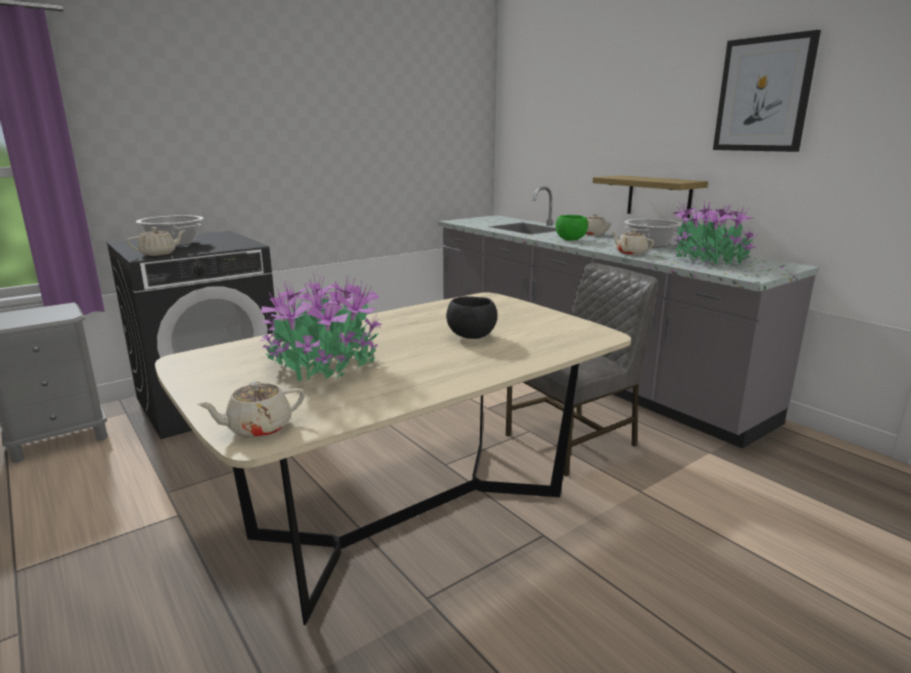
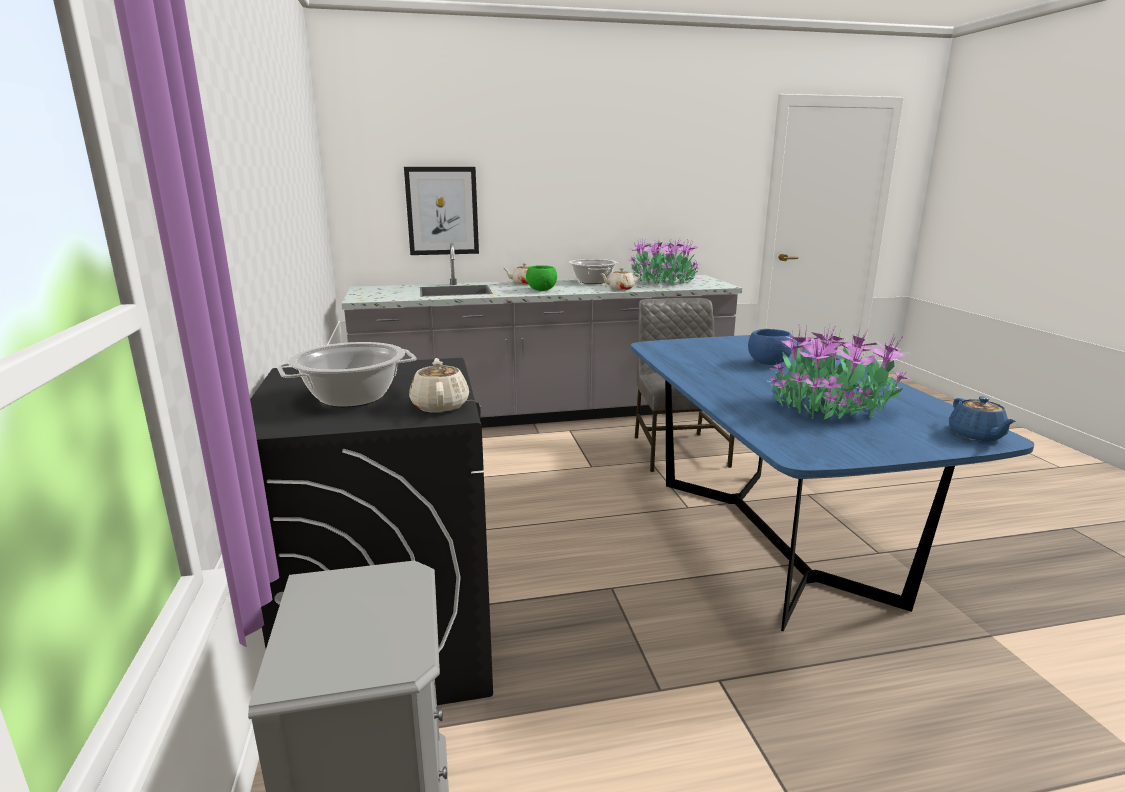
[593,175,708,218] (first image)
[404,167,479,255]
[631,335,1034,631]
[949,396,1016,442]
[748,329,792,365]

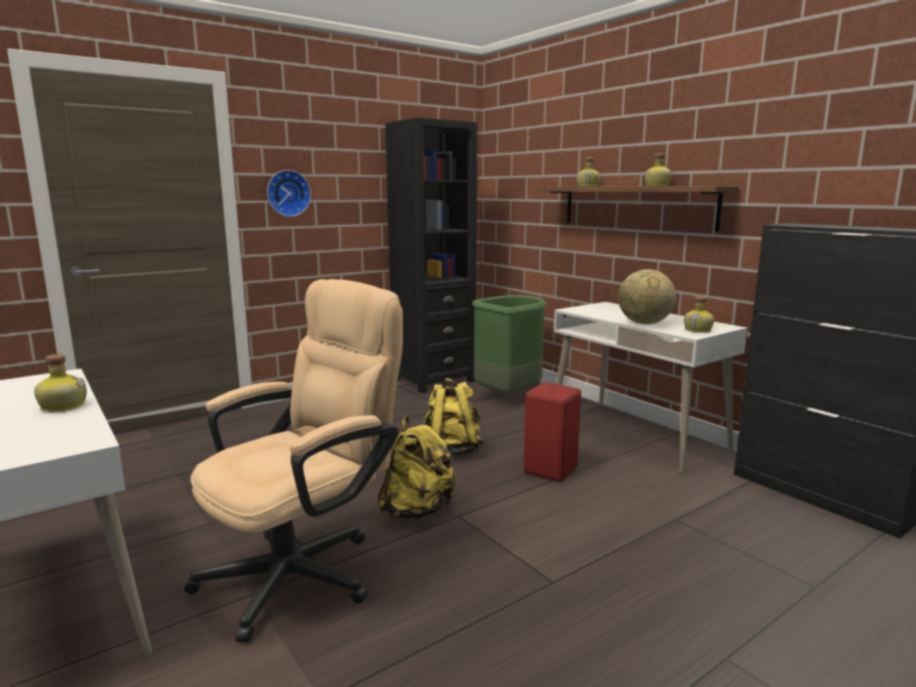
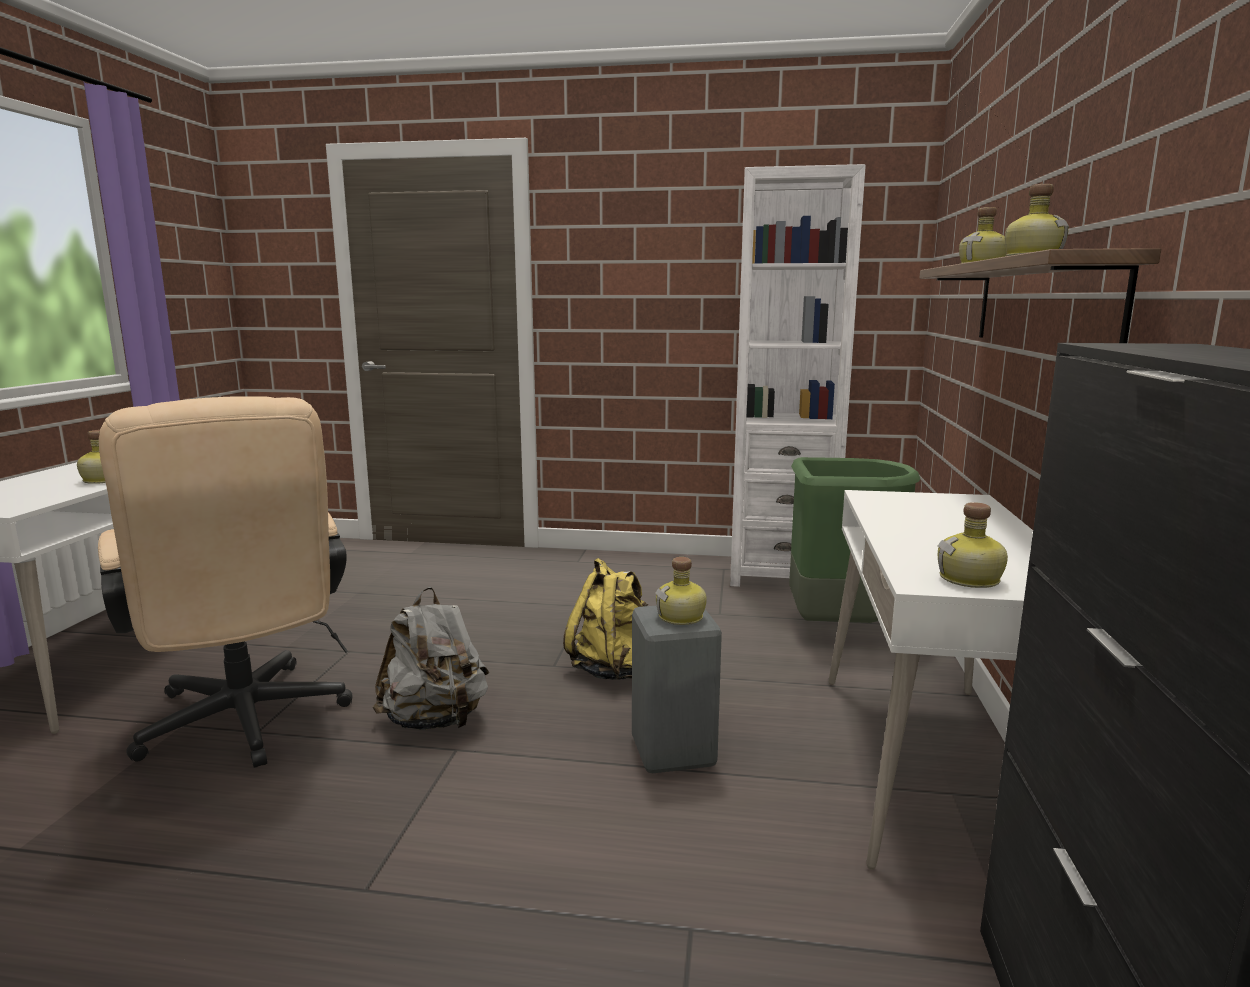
[267,170,311,217] (first image)
[618,269,676,324] (first image)
[655,557,707,625]
[373,587,489,730]
[730,164,866,587]
[632,606,722,773]
[98,396,353,768]

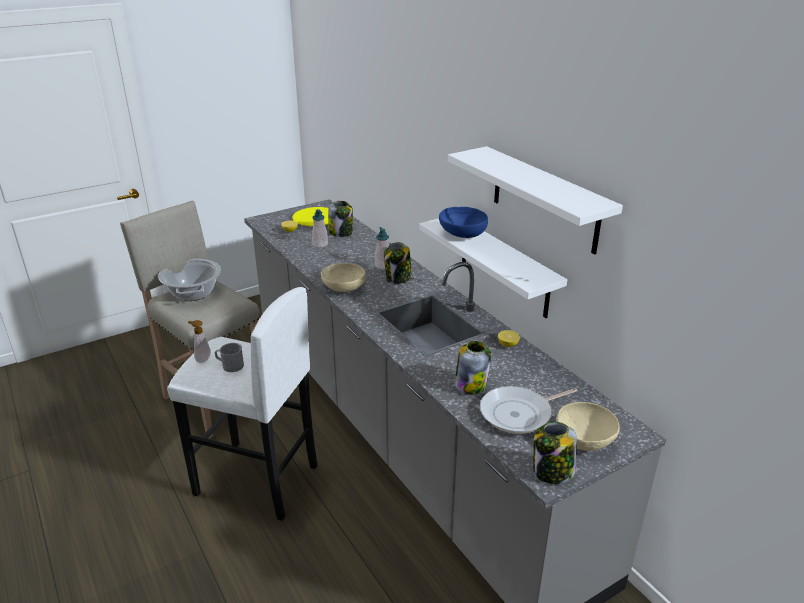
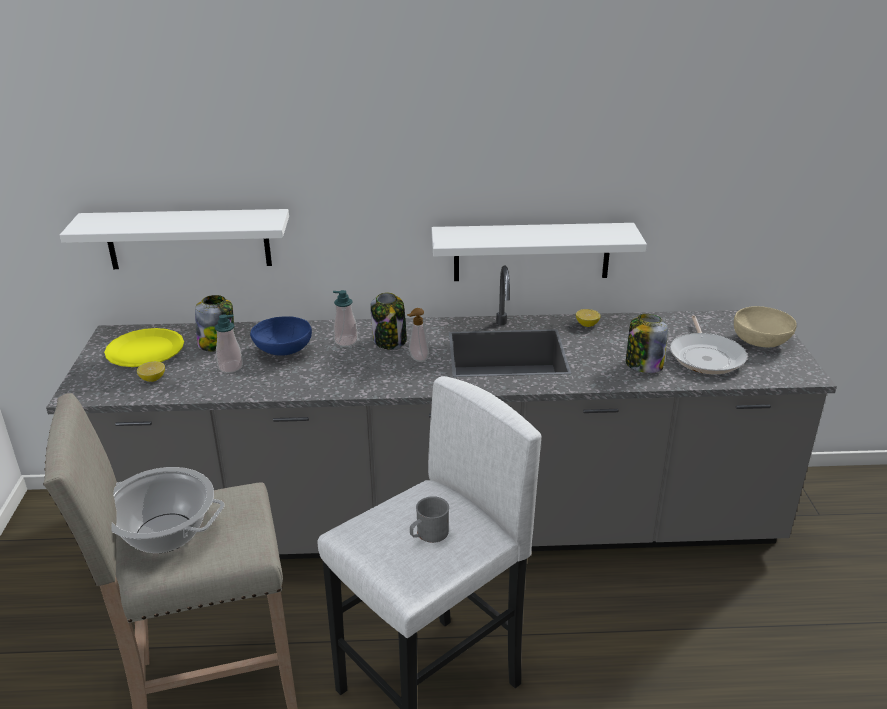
[321,263,366,292] (first image)
[533,422,577,484] (first image)
[407,308,429,362]
[250,316,312,356]
[60,209,289,269]

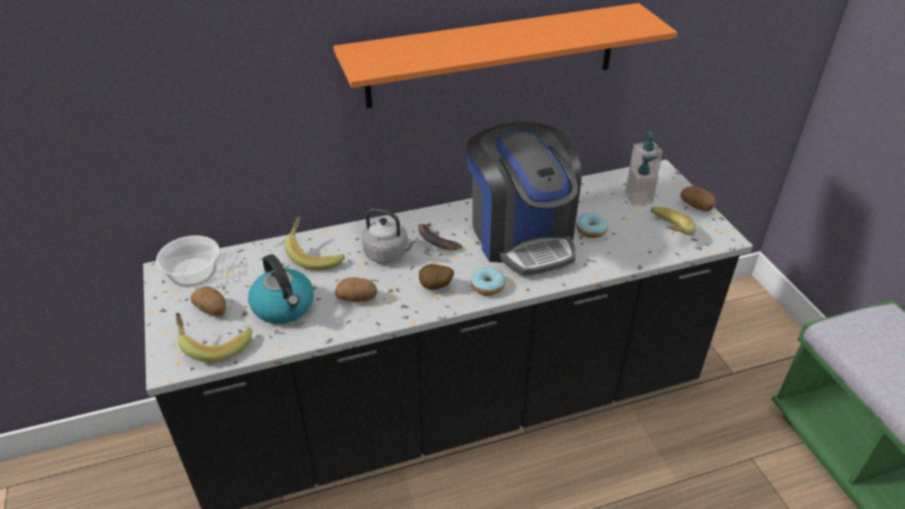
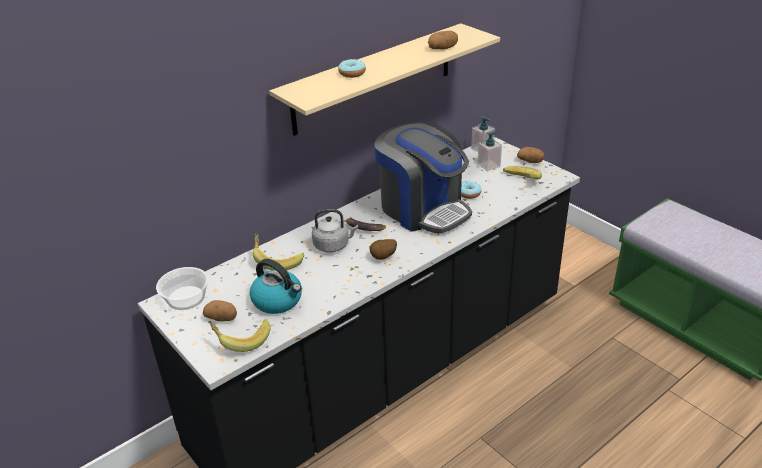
[428,31,458,50]
[338,59,366,78]
[269,23,500,136]

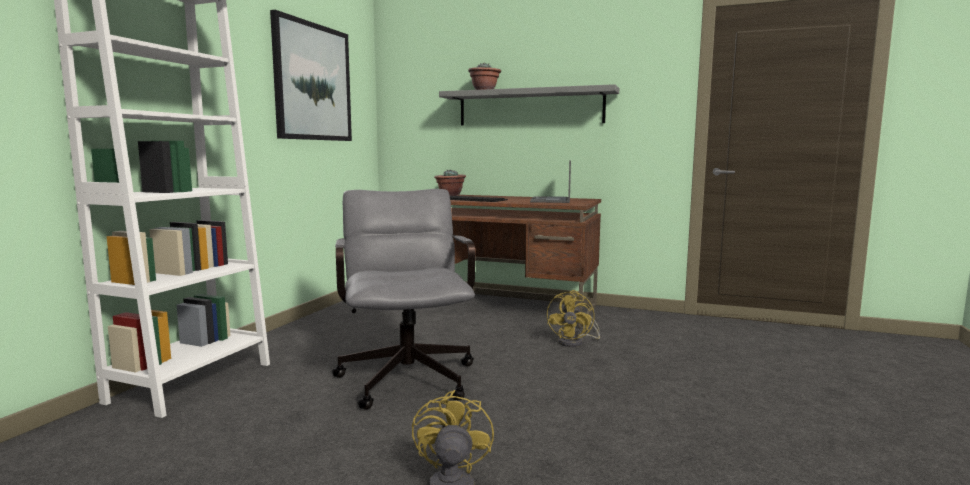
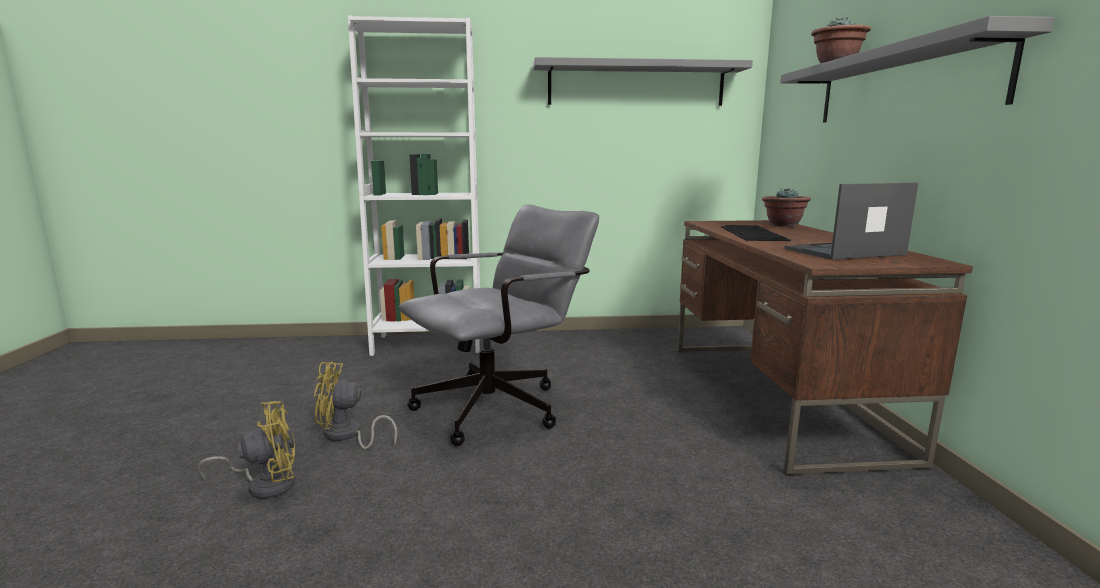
[314,362,397,449]
[533,57,753,106]

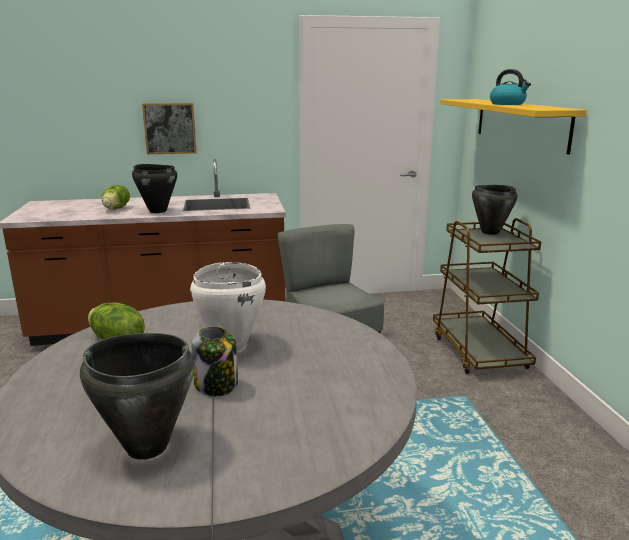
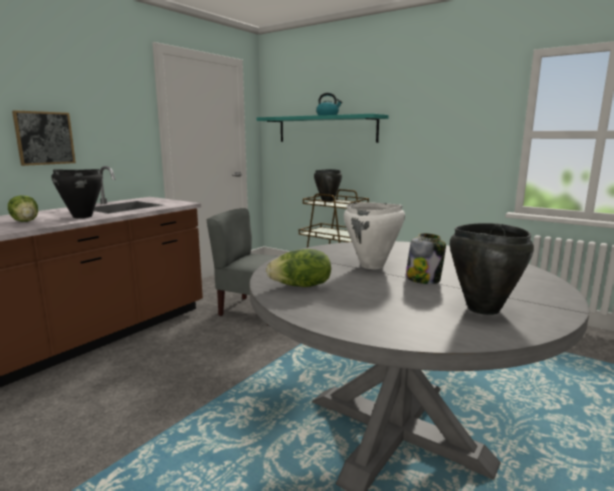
[256,114,389,143]

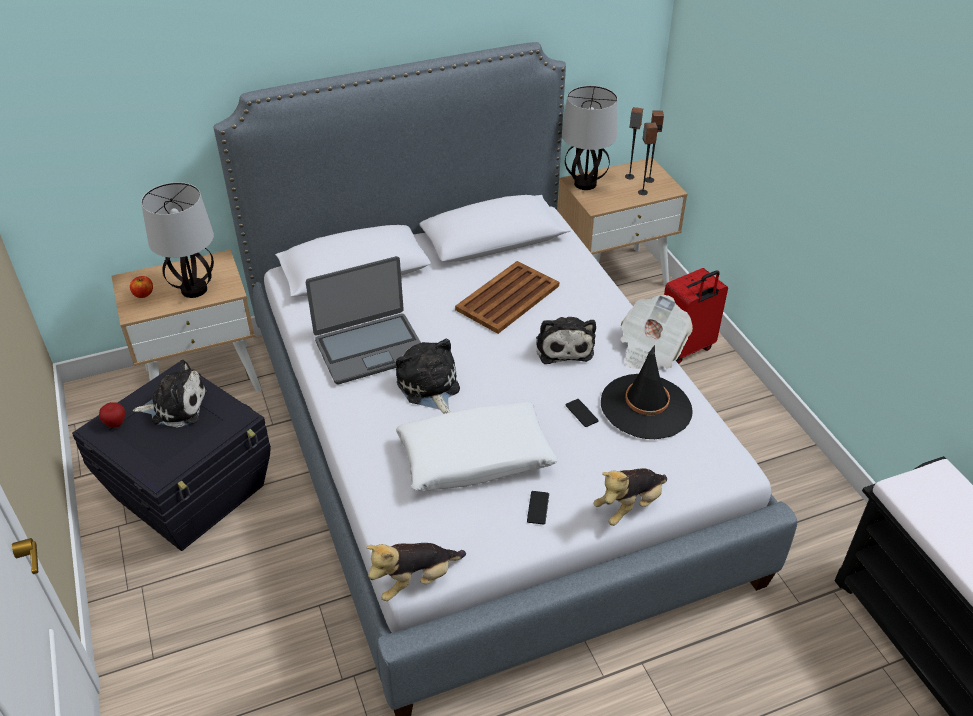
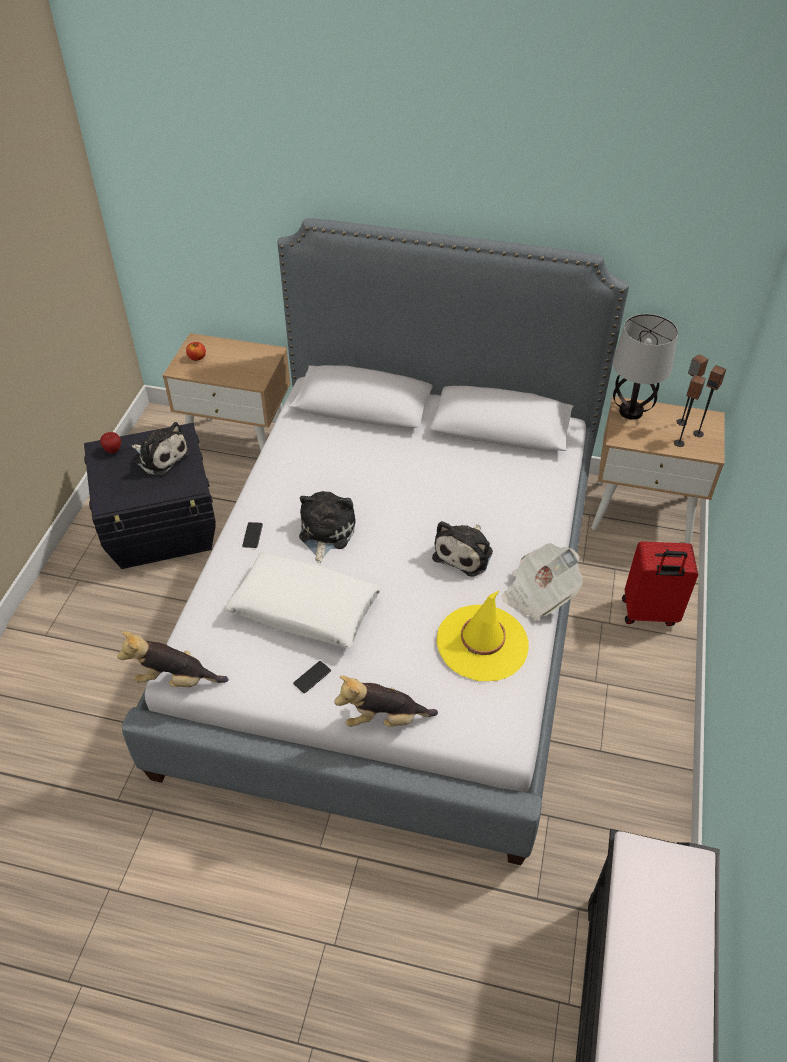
[141,182,214,298] (first image)
[306,256,421,385] (first image)
[455,261,559,334] (first image)
[242,522,263,548]
[436,590,529,681]

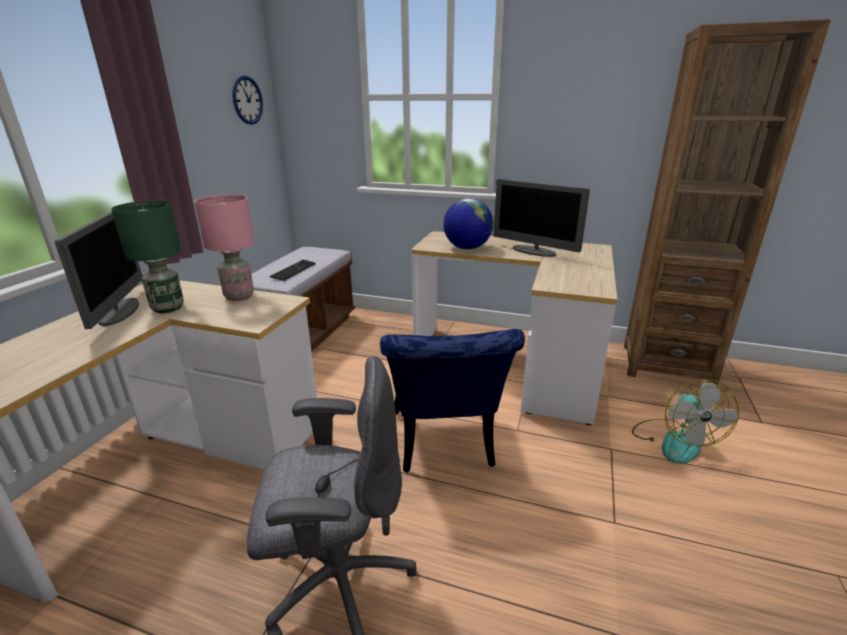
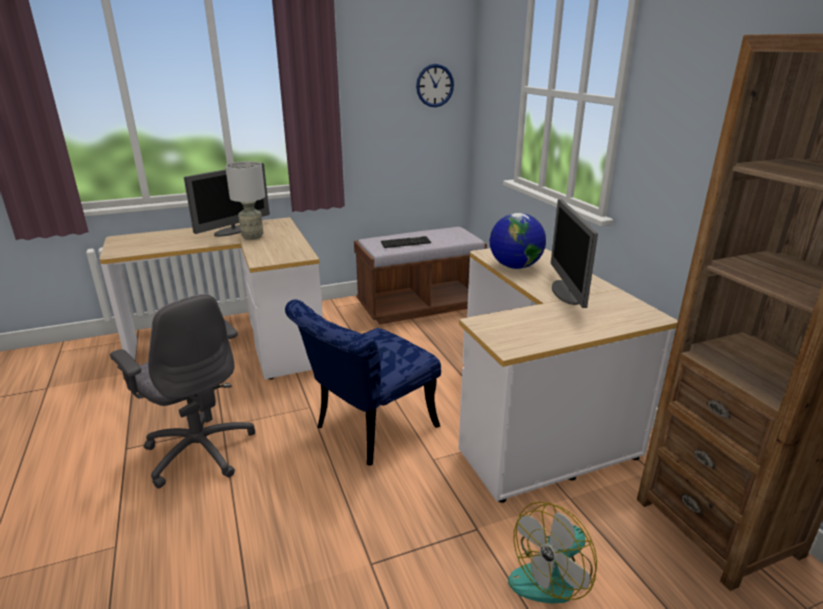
[194,194,254,301] (first image)
[225,161,265,240]

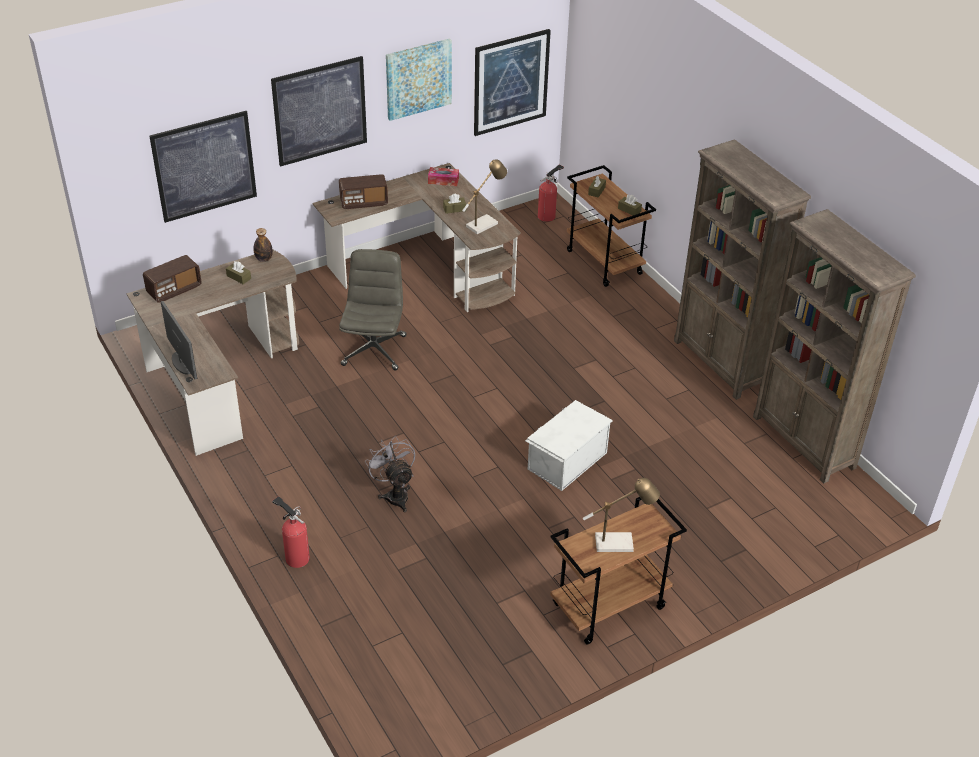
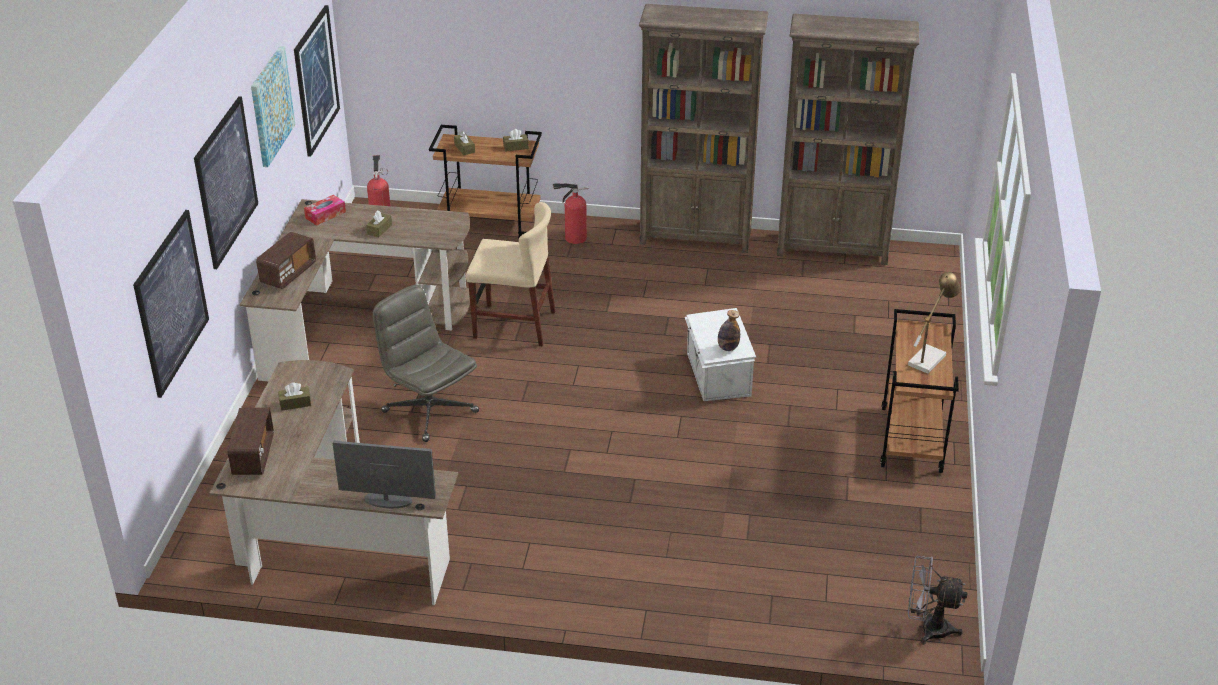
[462,159,507,234] (first image)
[466,202,555,346]
[718,310,740,351]
[553,183,589,244]
[908,556,967,644]

